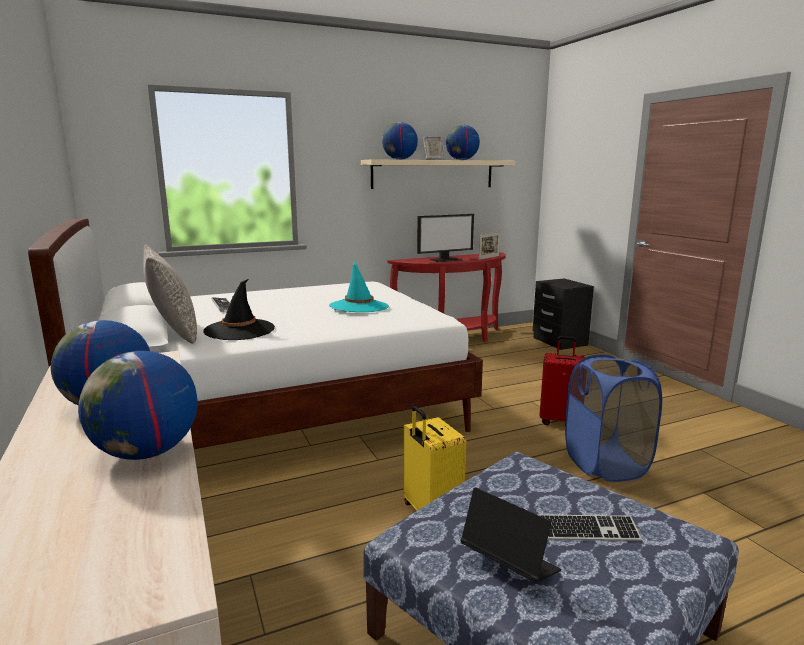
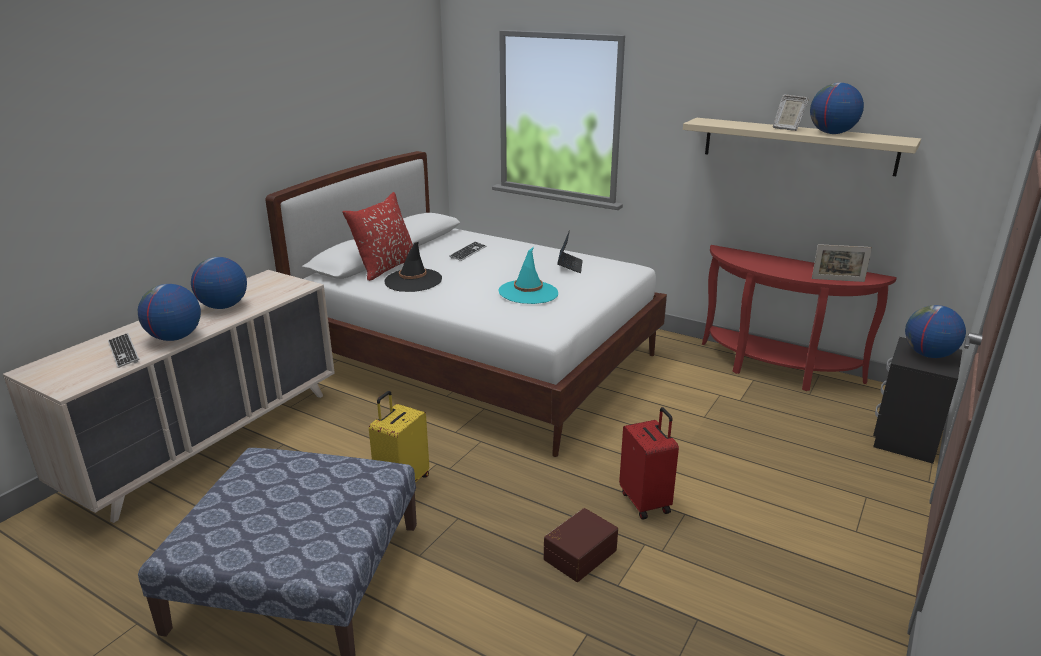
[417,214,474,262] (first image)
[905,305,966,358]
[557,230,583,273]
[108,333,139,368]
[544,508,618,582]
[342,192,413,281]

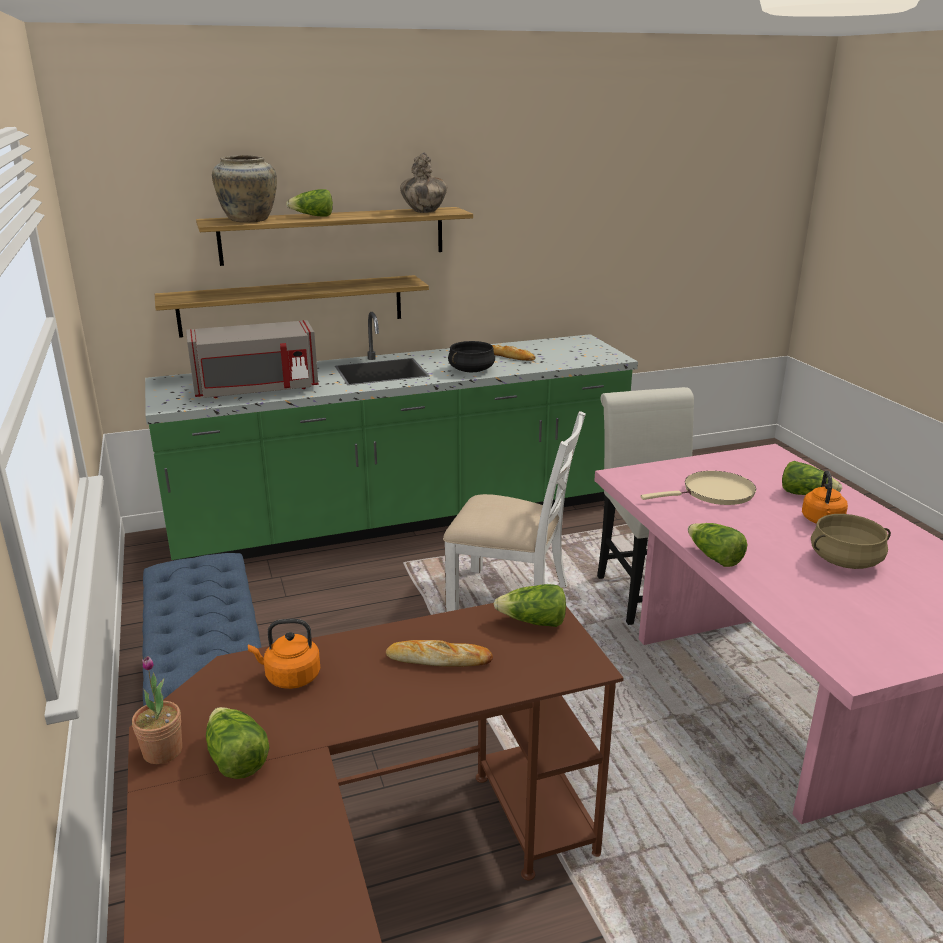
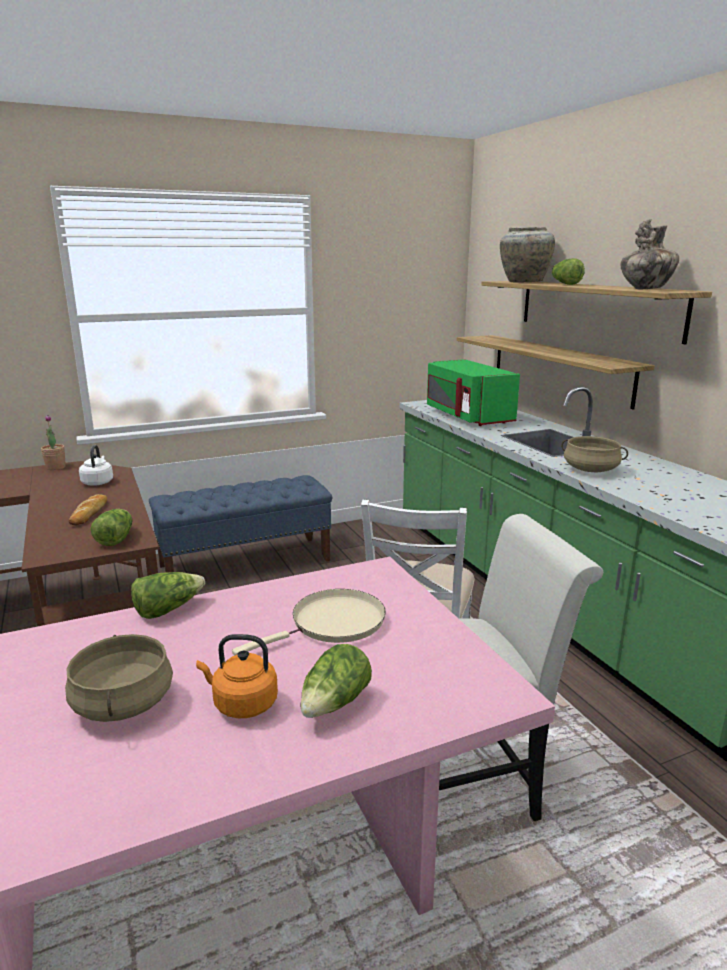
[206,707,269,779] (first image)
[492,345,536,361] (first image)
[427,359,520,426]
[79,445,113,486]
[561,436,628,472]
[232,589,386,656]

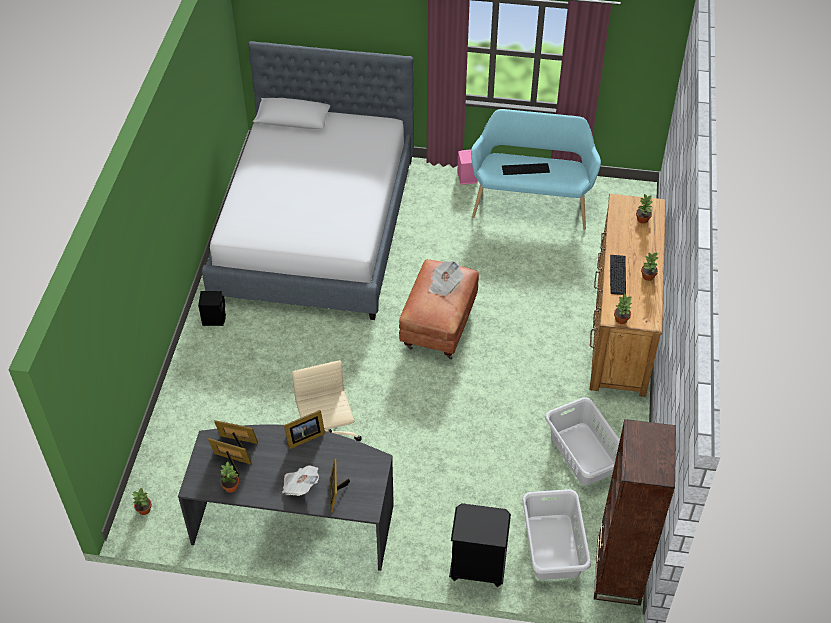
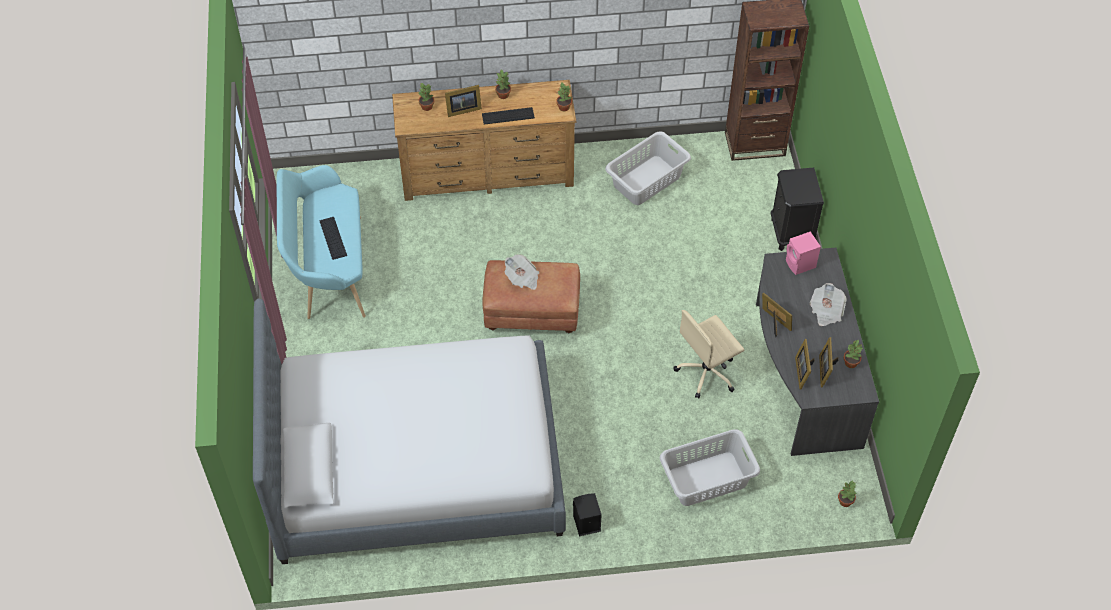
[445,85,482,117]
[786,231,821,275]
[660,429,760,506]

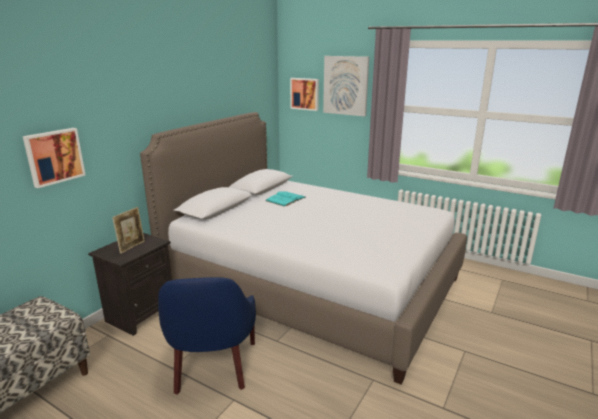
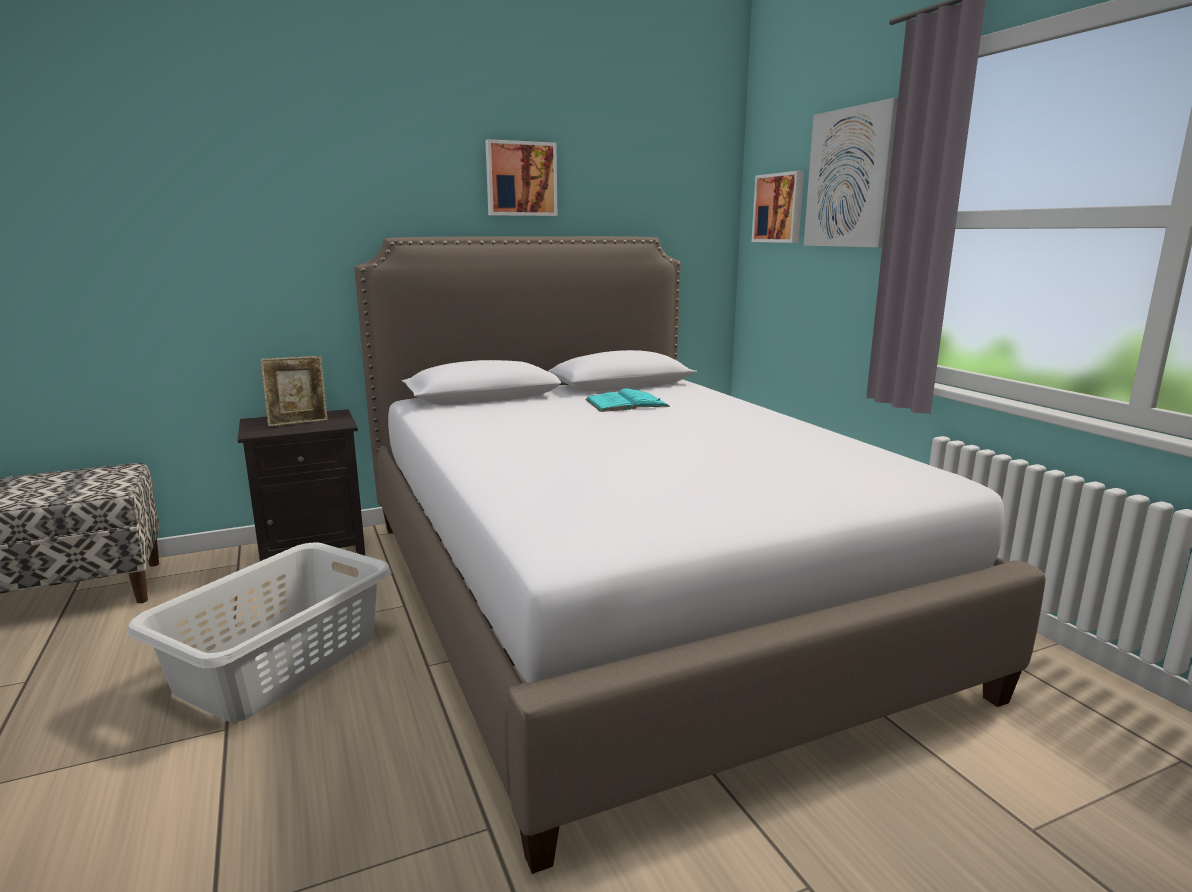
[485,139,557,216]
[127,542,391,722]

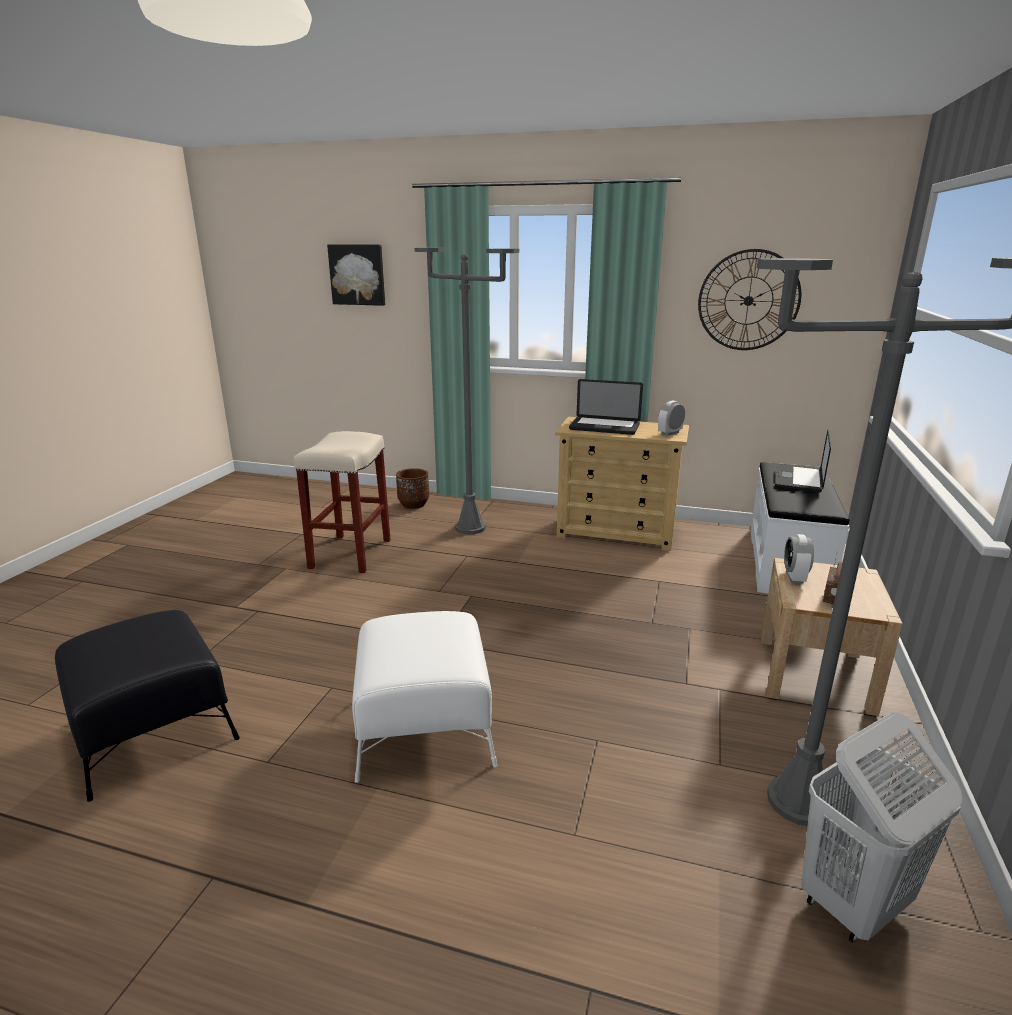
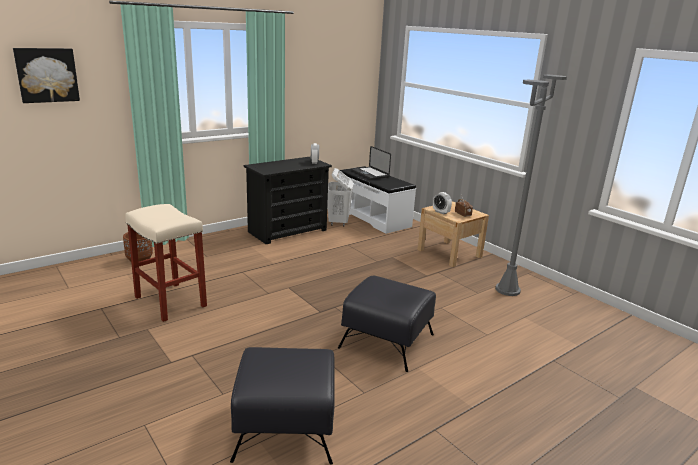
[415,248,519,534] (first image)
[569,379,643,435] (first image)
[698,249,801,350] (first image)
[328,168,354,227]
[338,276,436,372]
[244,157,332,244]

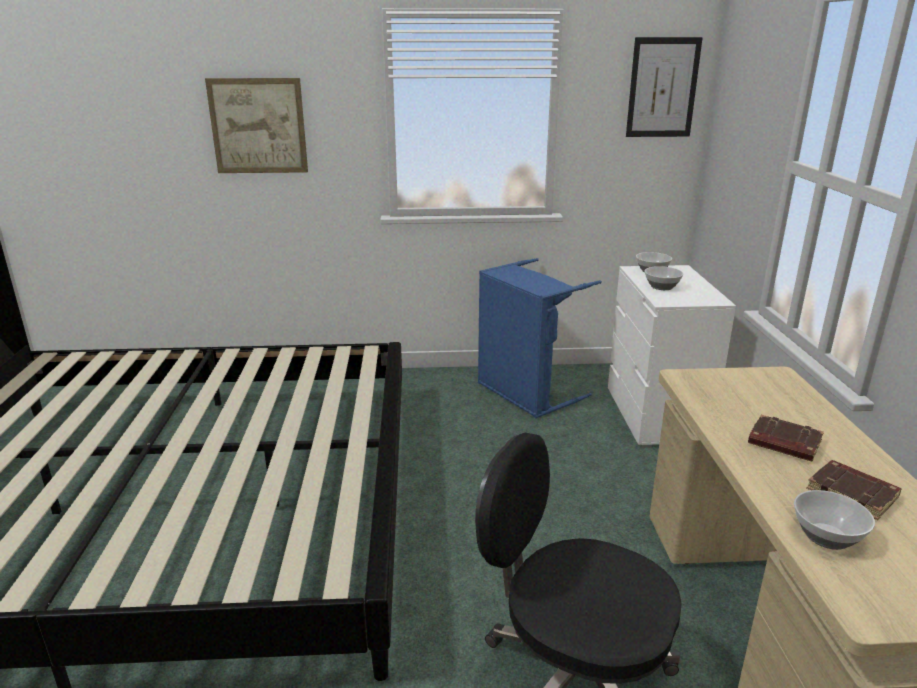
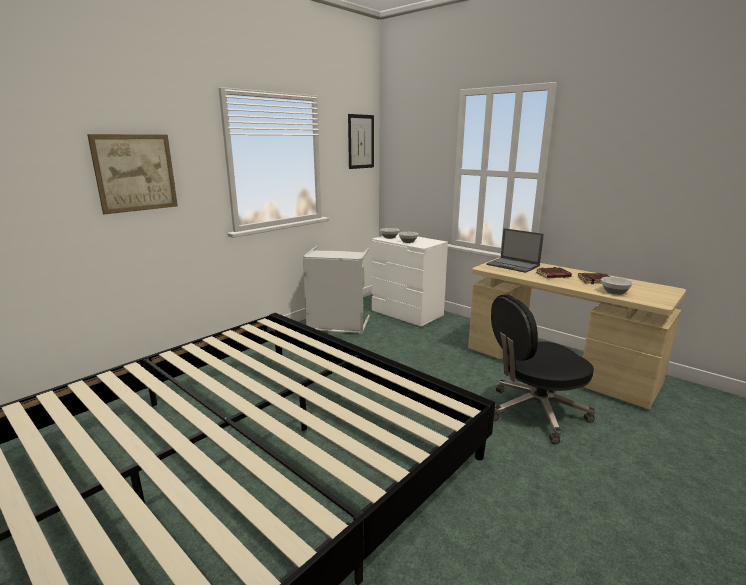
[486,228,544,273]
[303,246,370,334]

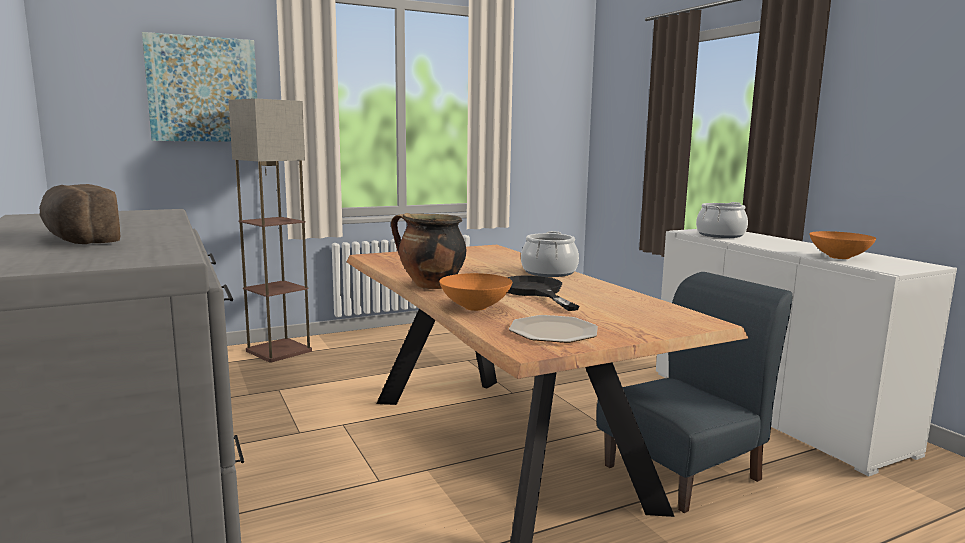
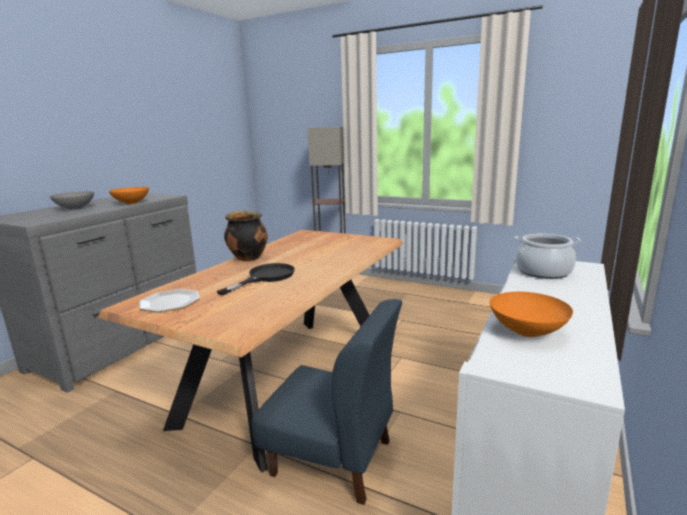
[142,32,257,142] (first image)
[521,231,579,277] (first image)
[109,187,149,204]
[50,192,94,210]

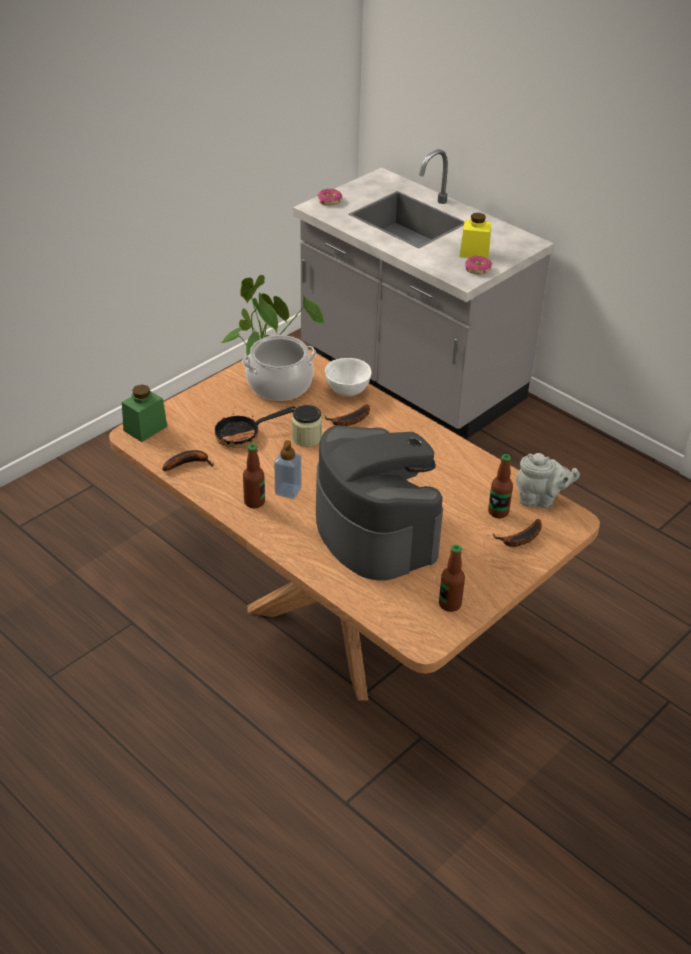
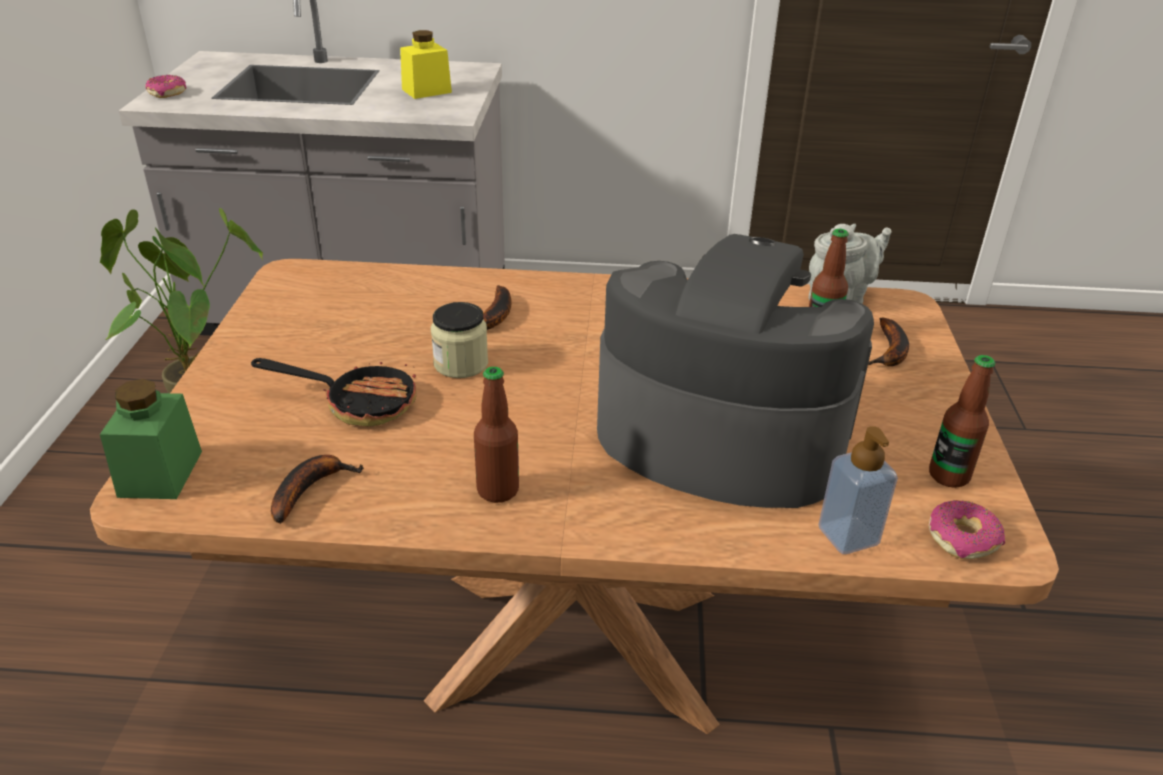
[242,335,316,401] (first image)
[325,358,371,396] (first image)
[818,426,898,554]
[929,500,1005,559]
[251,358,416,426]

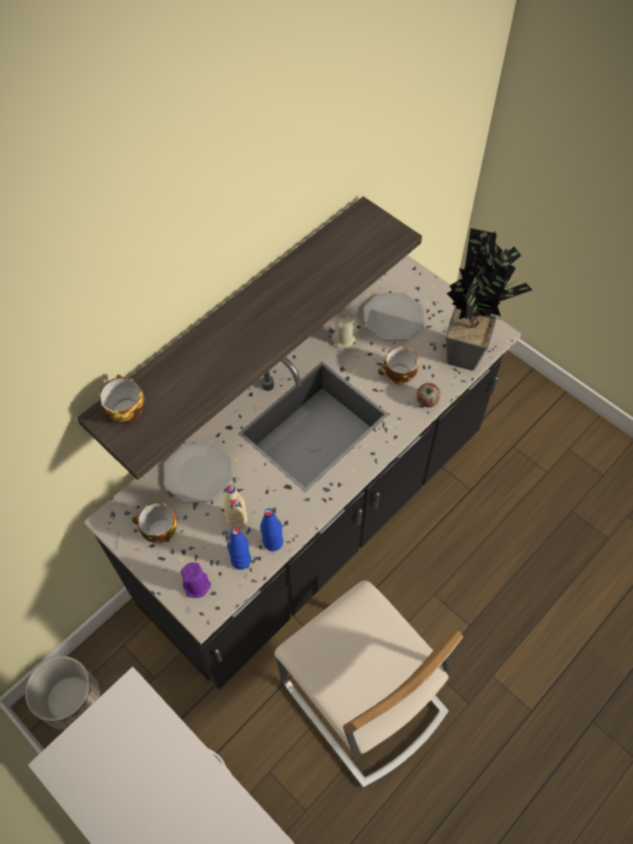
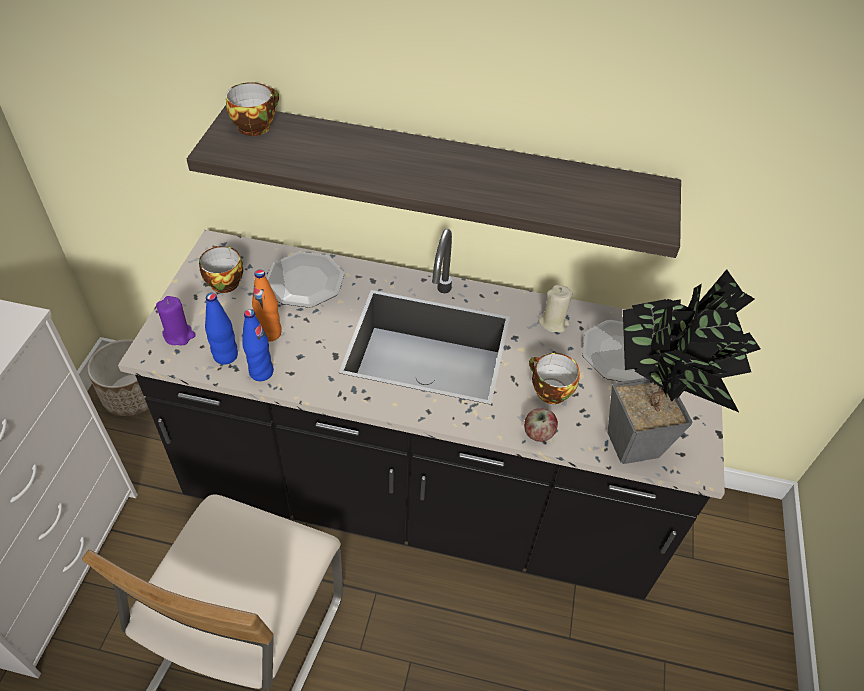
[252,270,282,342]

